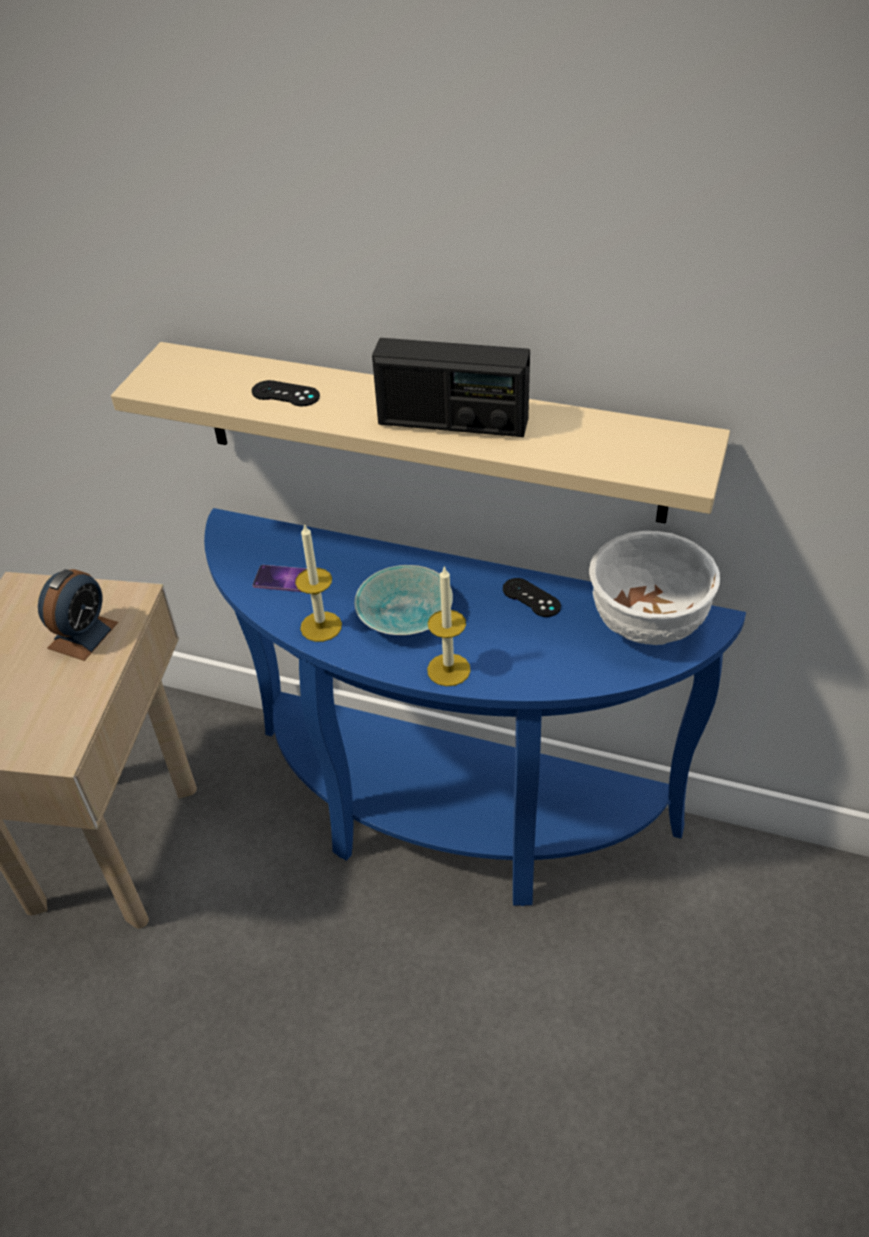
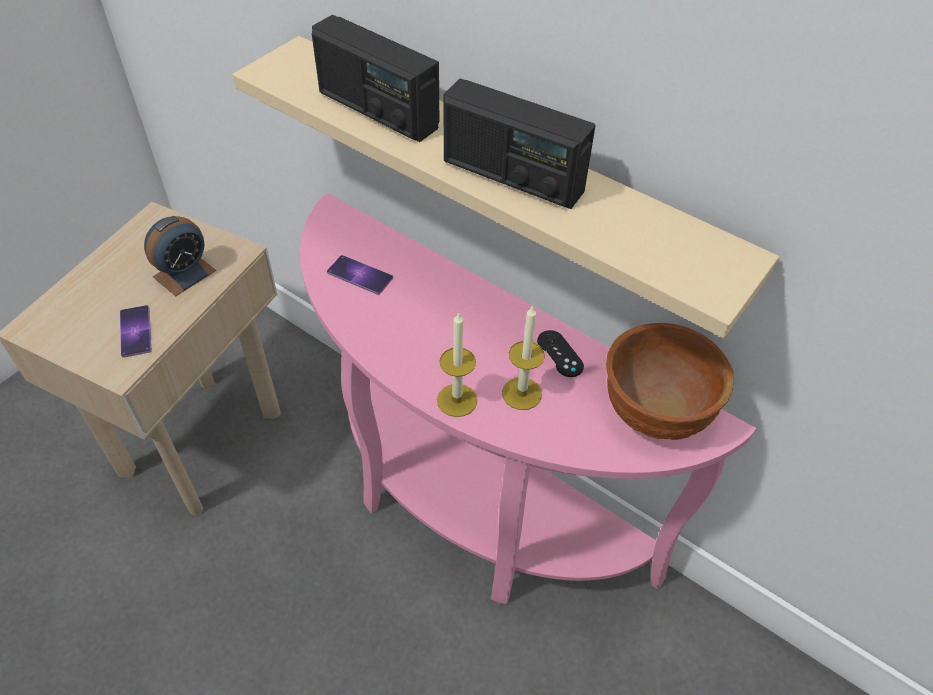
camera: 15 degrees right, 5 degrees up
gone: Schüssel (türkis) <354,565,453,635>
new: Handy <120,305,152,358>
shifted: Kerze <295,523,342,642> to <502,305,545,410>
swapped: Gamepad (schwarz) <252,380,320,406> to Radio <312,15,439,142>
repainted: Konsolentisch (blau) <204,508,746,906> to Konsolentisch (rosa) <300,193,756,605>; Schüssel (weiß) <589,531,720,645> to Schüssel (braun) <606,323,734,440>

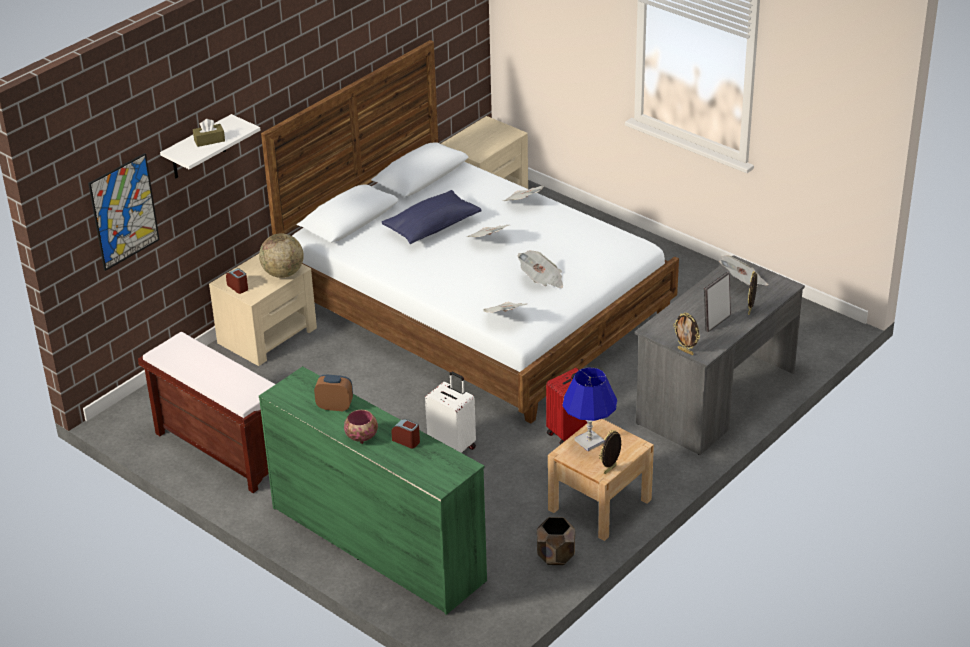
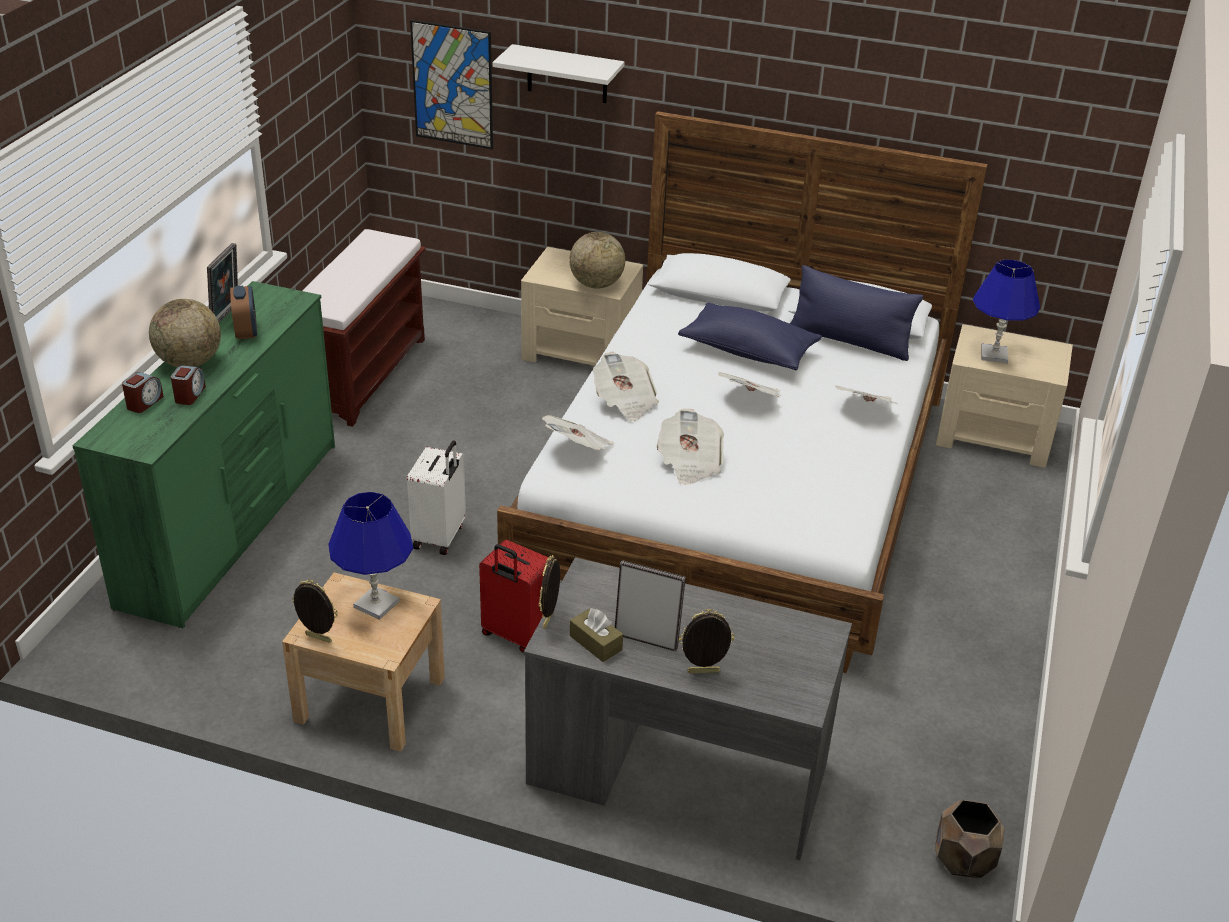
camera: 65 degrees right, 0 degrees up
new: Bilderrahmen <207,243,238,323>; Kissen (blau) <790,265,924,361>; Tischlampe (blau) <973,260,1040,363>
shifted: Wecker <226,268,248,294> to <122,372,164,413>; Taschentuchbox (braun) <193,119,225,147> to <570,608,623,662>; Zeitung <719,256,768,287> to <593,352,659,421>; Pflanzkübel (braun) <537,517,575,565> to <935,799,1005,879>
swapped: Schüssel <344,410,378,444> to Globus <149,299,221,367>

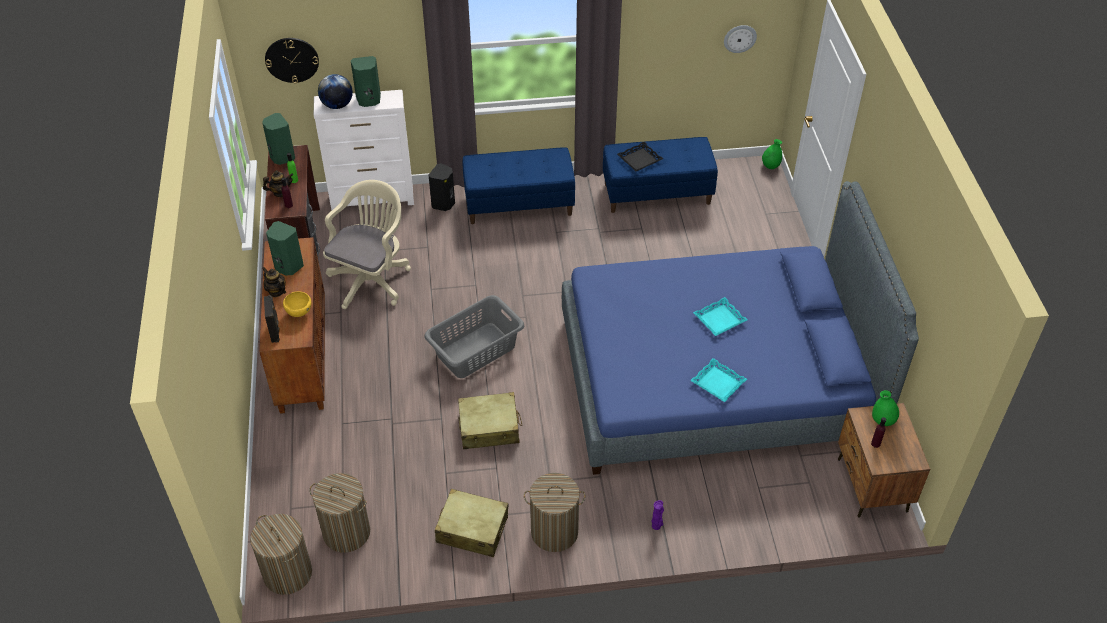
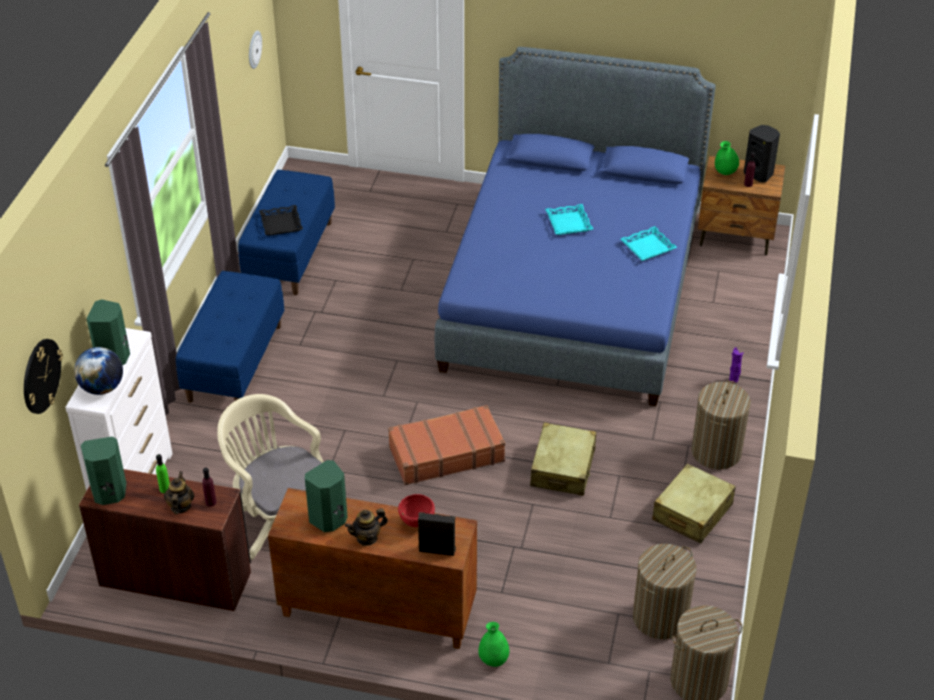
camera: 70 degrees left, 5 degrees down
shifted: Vase (grün) <762,139,782,169> to <478,622,509,667>; Lautsprecher (schwarz) <429,163,455,211> to <744,125,780,183>
swapped: Wäschekorb (grau) <425,295,524,378> to Koffer (braun) <388,405,505,485>
repainted: Schüssel (gelb) <283,291,311,317> to Schüssel (rot) <398,494,435,527>

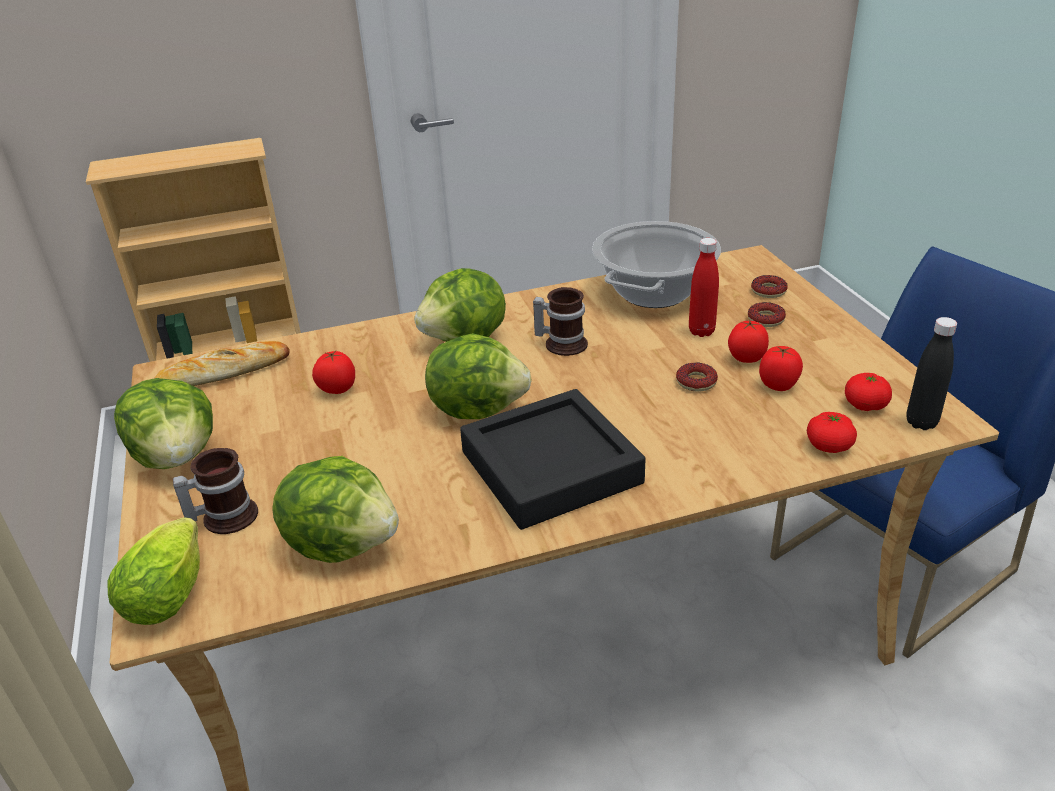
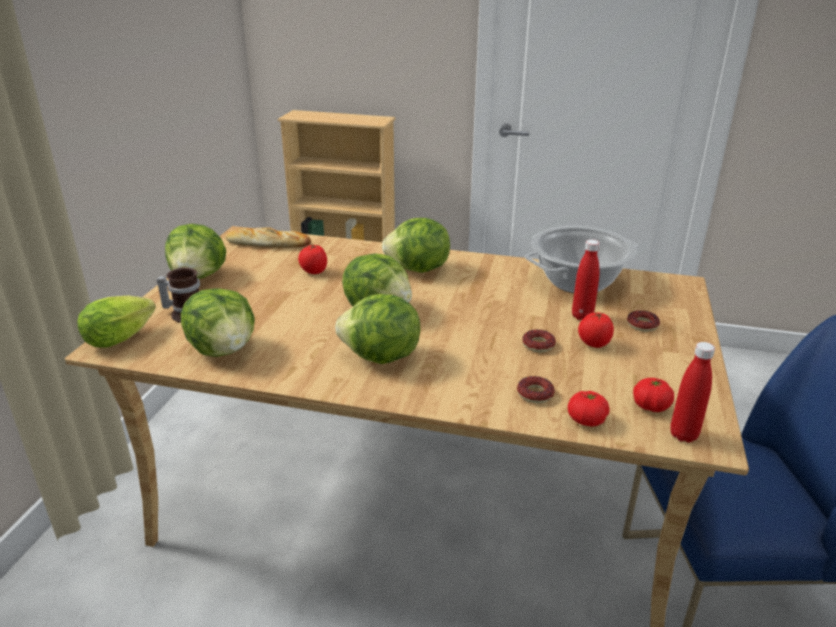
camera: 30 degrees right, 5 degrees down
gone: Henkelbecher <533,287,588,356>; Tomate <759,346,803,391>
shifted: Donut <751,275,788,298> to <517,376,555,403>
swapped: Tablett (schwarz) <460,389,646,530> to Salatkopf <335,294,420,364>
repainted: Flasche (schwarz) <906,317,957,430> to Flasche (rot) <670,342,715,443>

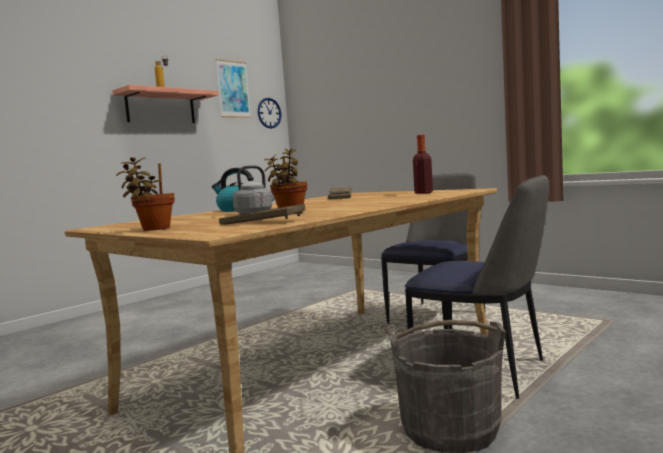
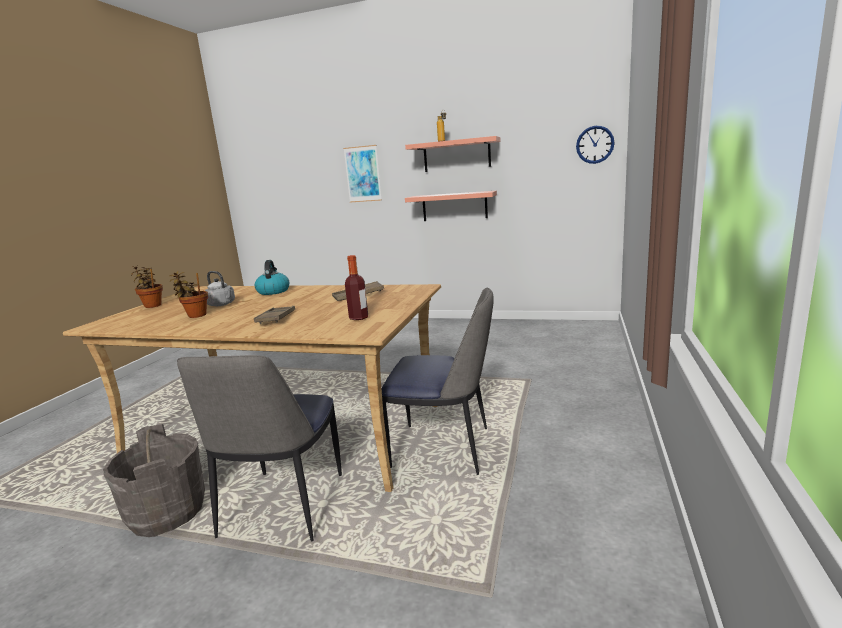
camera: 65 degrees right, 10 degrees up
new: Wandregal <405,191,497,221>
shifted: Tablett (braun) <219,204,306,225> to <254,306,295,324>; Bild <216,59,251,118> to <343,145,382,202>

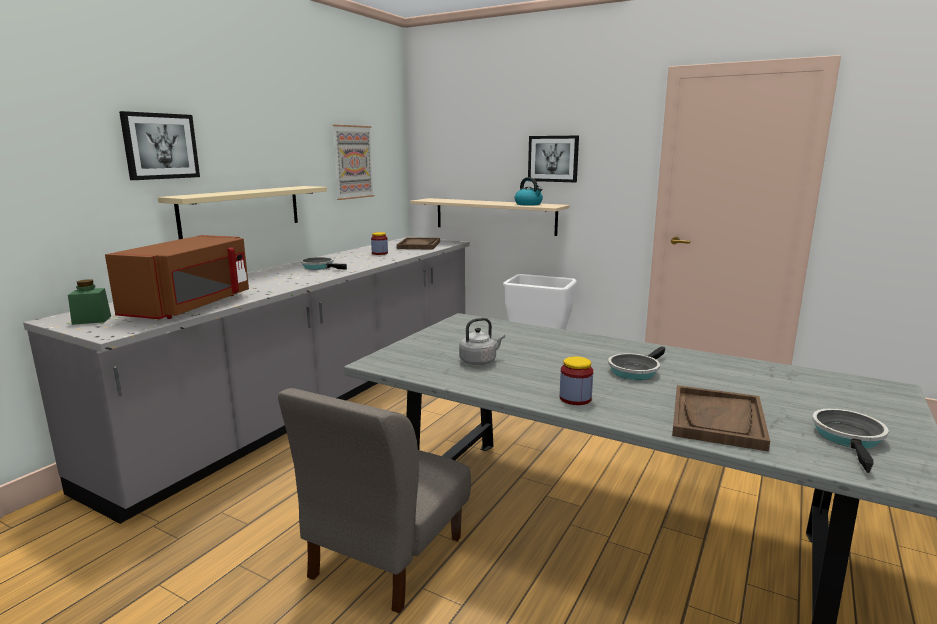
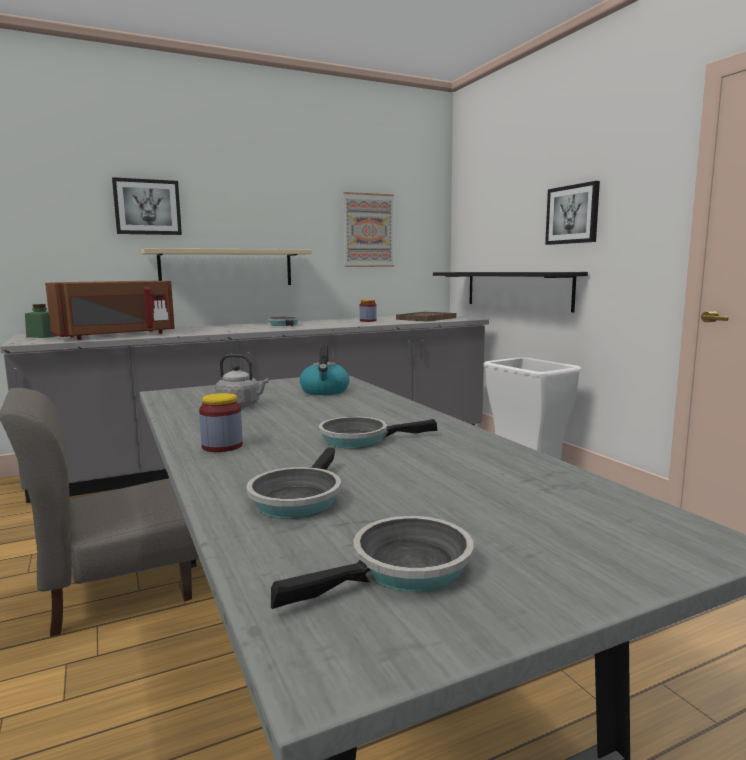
camera: 35 degrees right, 5 degrees down
shifted: Wasserkessel <515,177,543,206> to <300,344,350,395>
swapped: Tablett (braun) <672,385,770,452> to Pfanne <246,447,341,519>
repainted: Wandregal (beige) <410,198,570,236> to Wandregal (schwarz) <433,272,588,313>

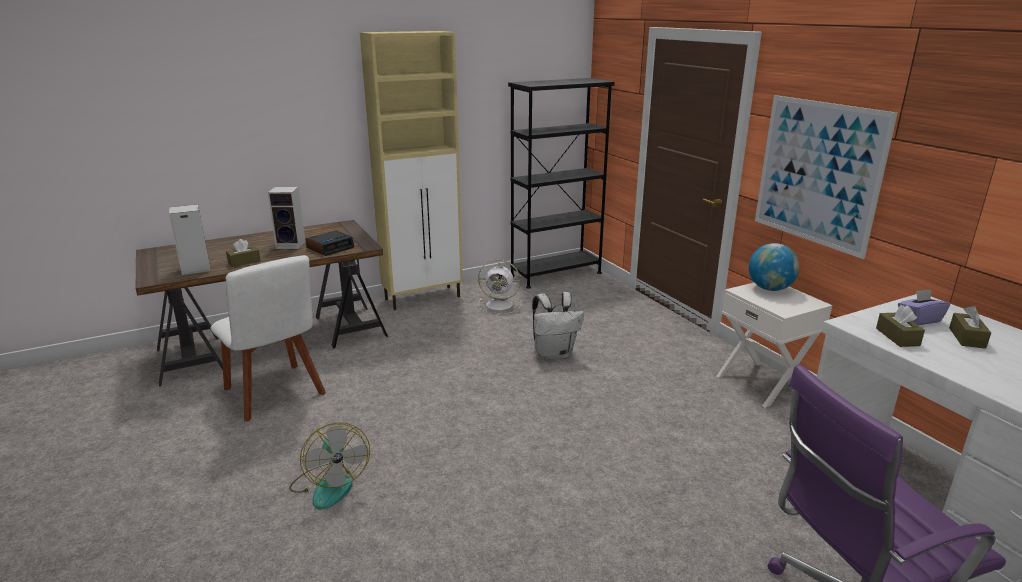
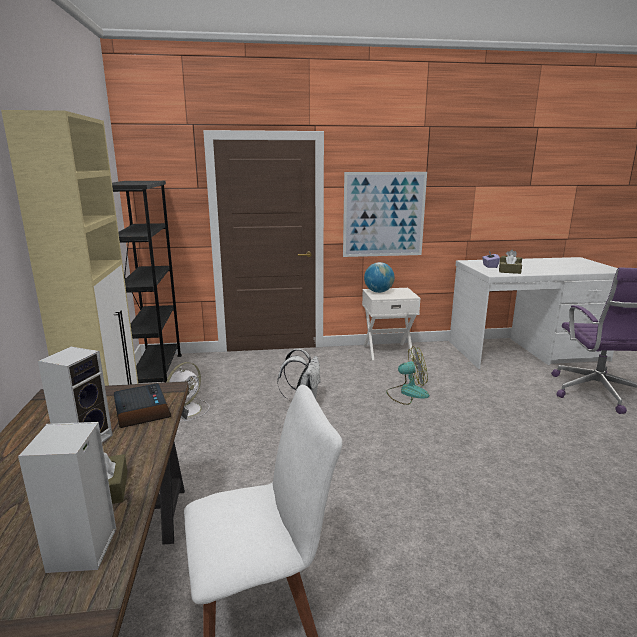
camera: 70 degrees left, 5 degrees down
shifted: Ventilator <289,422,370,509> to <386,346,429,405>

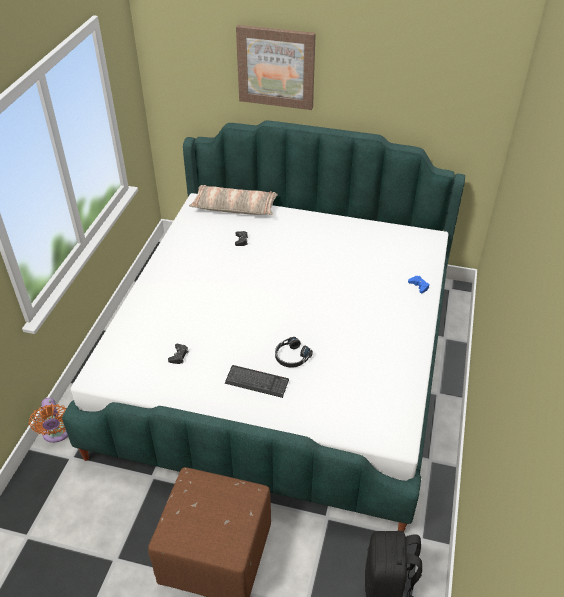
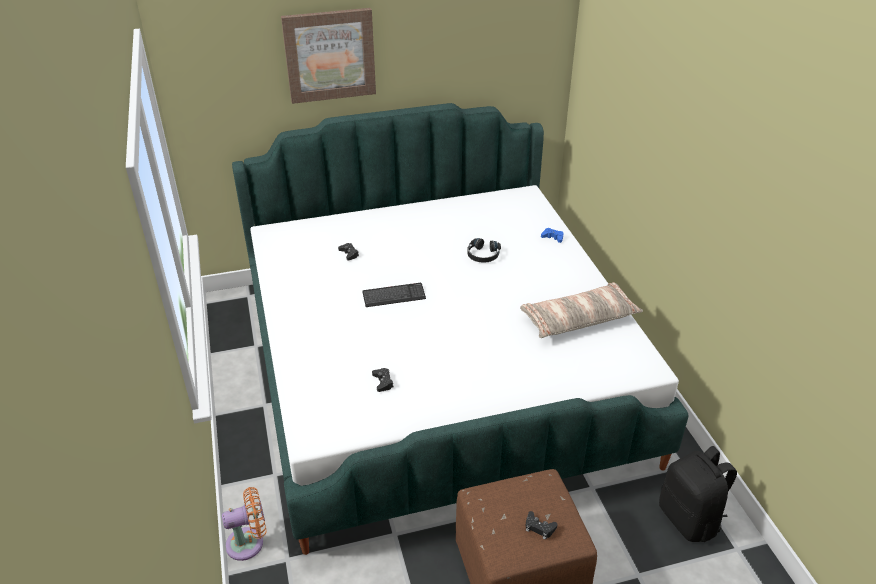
camera: 30 degrees left, 5 degrees down
new: Gamepad (schwarz) <526,511,558,540>
shifted: Tastatur <225,365,289,398> to <362,283,426,307>; Kopfhörer (schwarz) <275,337,313,367> to <467,238,501,263>; Kissen <189,185,278,215> to <520,282,643,338>
rotated: Ventilator (orange) <29,398,68,443> = <222,487,266,561> 60 degrees counterclockwise

